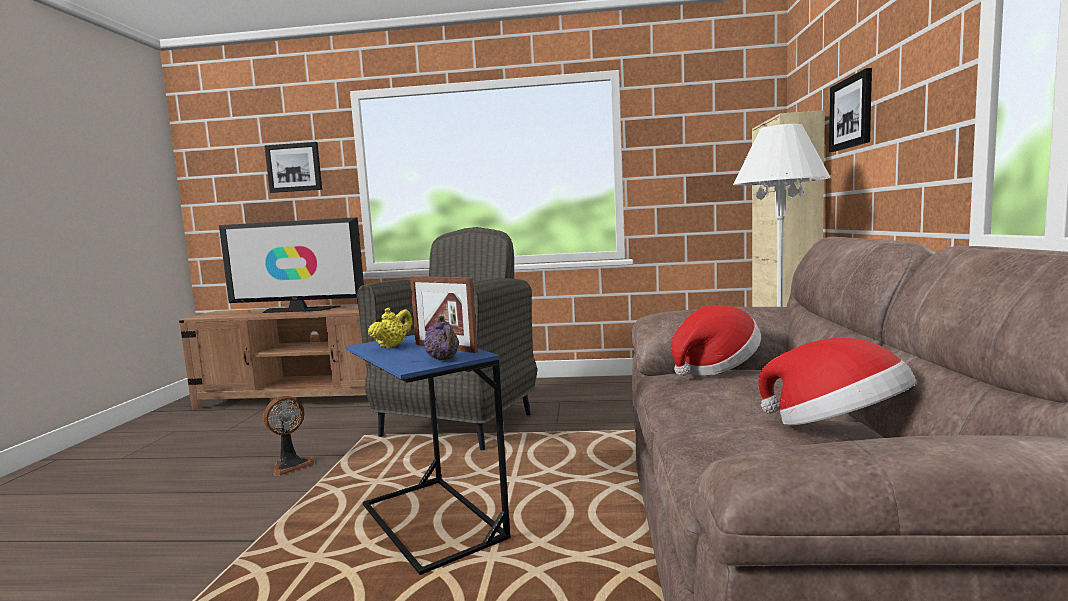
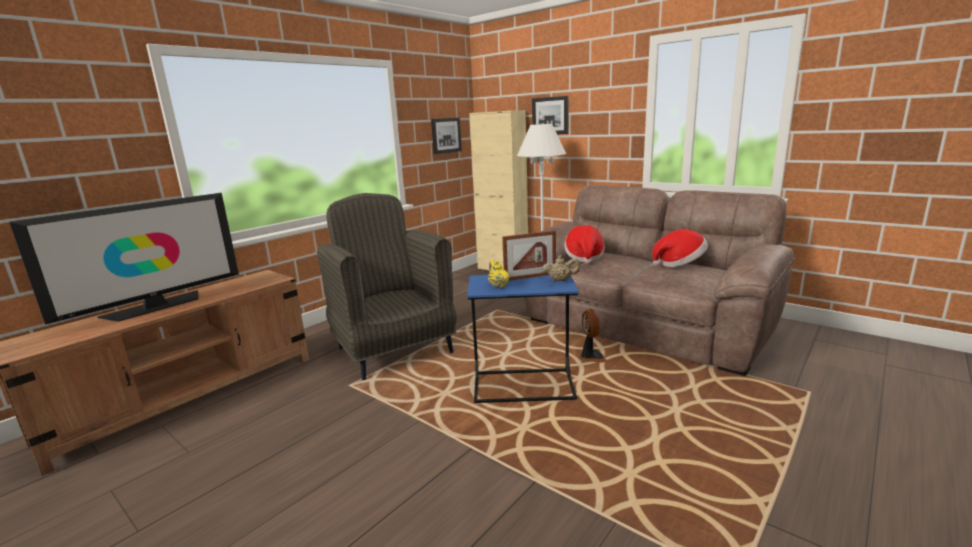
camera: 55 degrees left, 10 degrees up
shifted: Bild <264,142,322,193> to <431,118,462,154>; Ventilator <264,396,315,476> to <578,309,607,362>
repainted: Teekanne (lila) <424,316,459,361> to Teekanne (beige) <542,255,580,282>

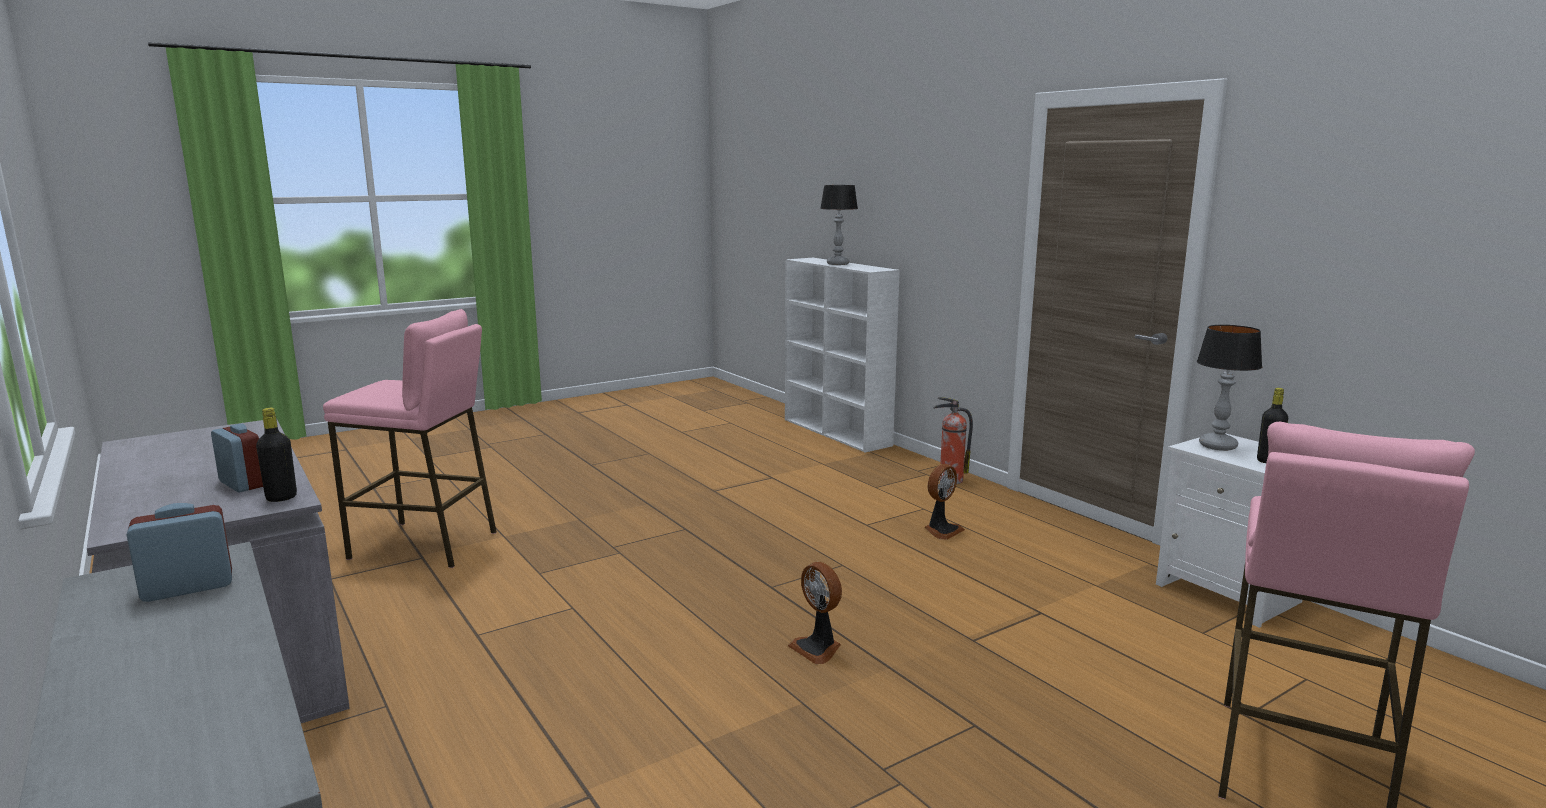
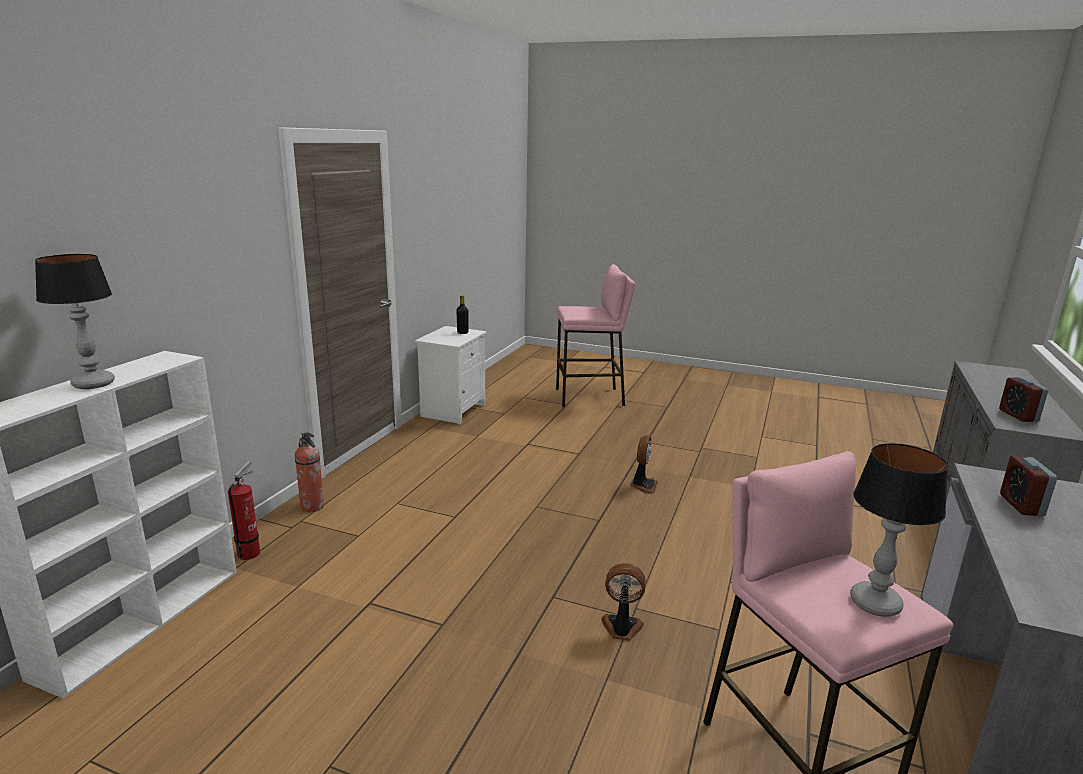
camera: 125 degrees left, 5 degrees up
gone: Flasche (schwarz) <256,408,297,502>
new: Feuerlöscher <228,461,260,560>
shifted: Ventilator <924,464,965,540> to <601,563,646,641>; Tischlampe <1197,325,1262,451> to <850,443,948,617>
rotated: Wecker <126,503,232,602> = <999,377,1048,422> 60 degrees clockwise

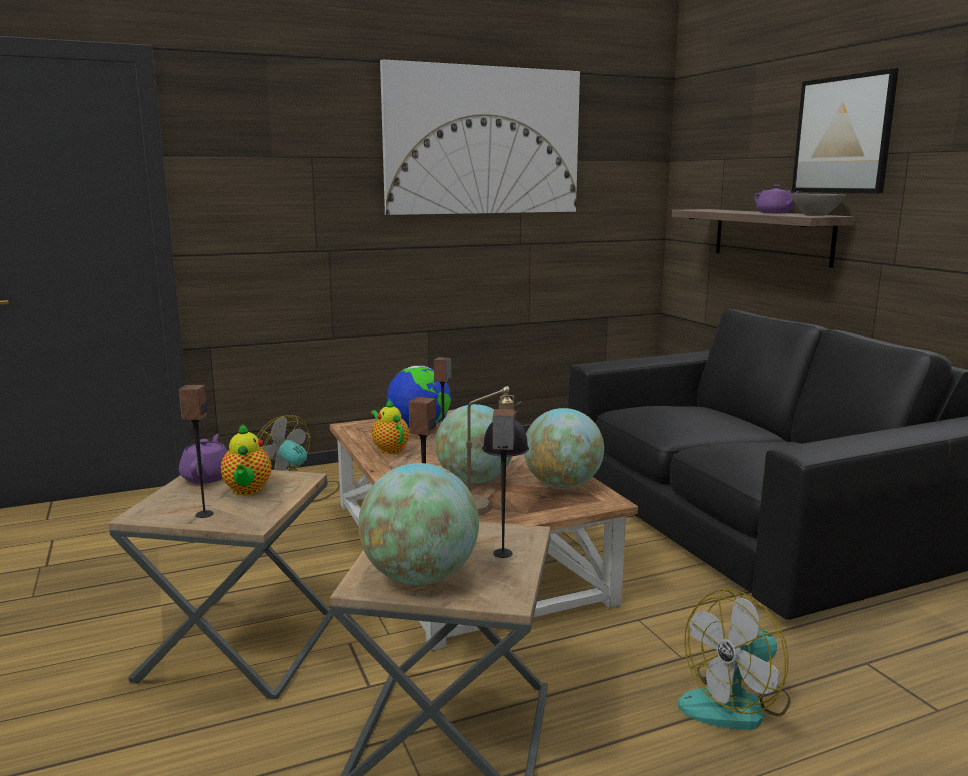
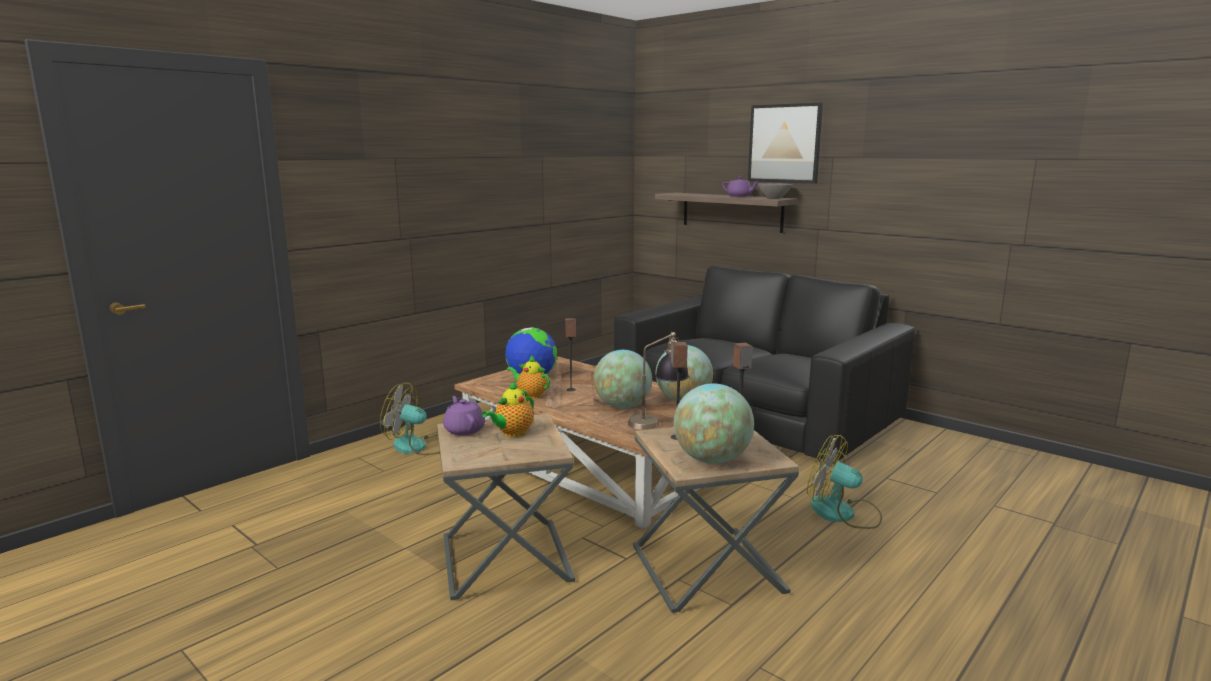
camera: 25 degrees left, 0 degrees up
gone: Lautsprecher <179,385,214,518>; Bild <380,59,580,215>
rotated: Teekanne <221,424,272,495> = <482,381,534,437> 75 degrees clockwise; Ventilator <678,589,791,730> = <807,435,882,529> 90 degrees clockwise

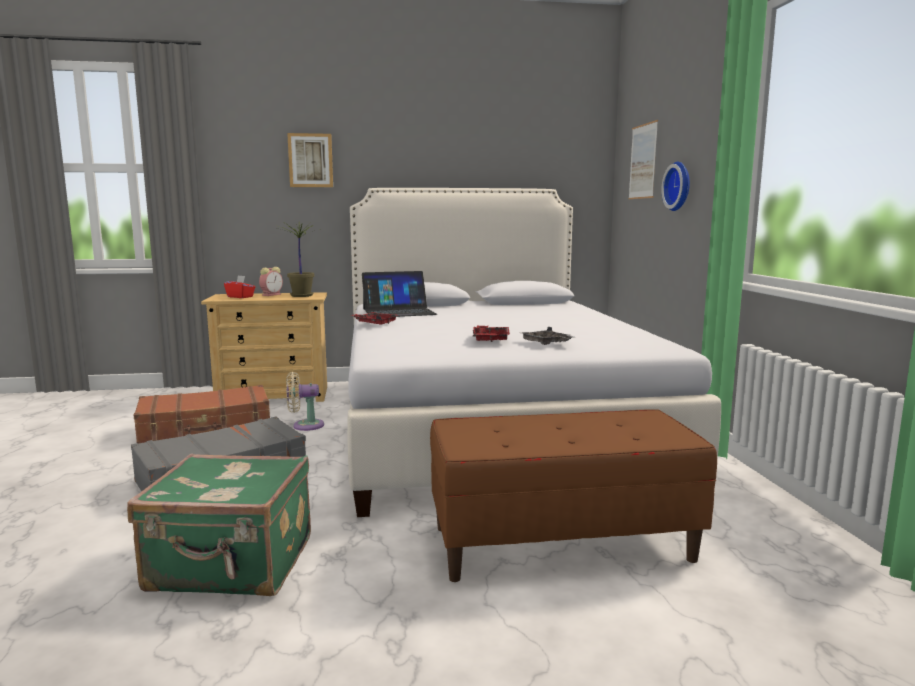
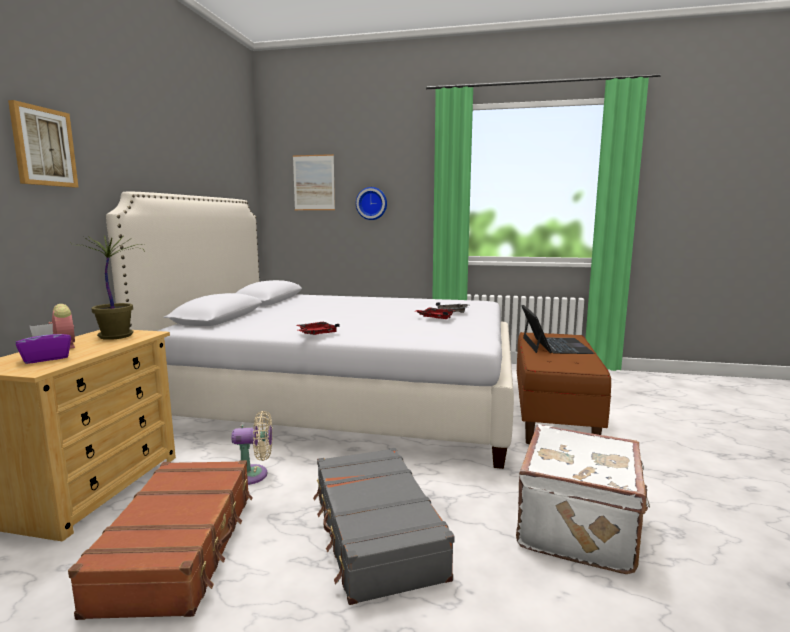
camera: 70 degrees left, 0 degrees up
shifted: Laptop <362,271,437,317> to <521,305,594,354>
repainted: Taschentuchbox (rot) <224,276,255,298> to Taschentuchbox (lila) <16,323,71,364>; Koffer (grün) <127,453,311,596> to Koffer (weiß) <516,424,650,574>
rotated: Ventilator (beige) <286,372,324,431> = <231,411,273,485> 105 degrees counterclockwise

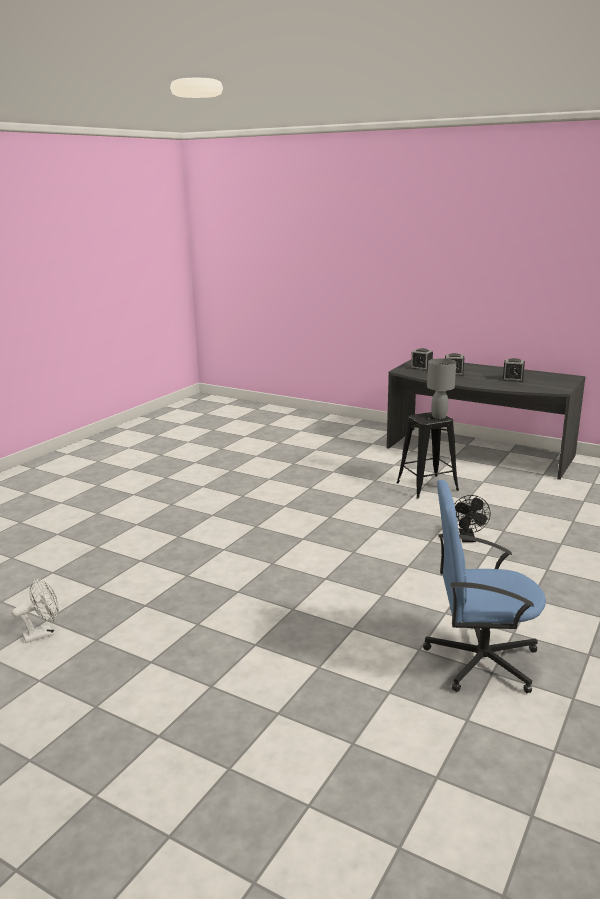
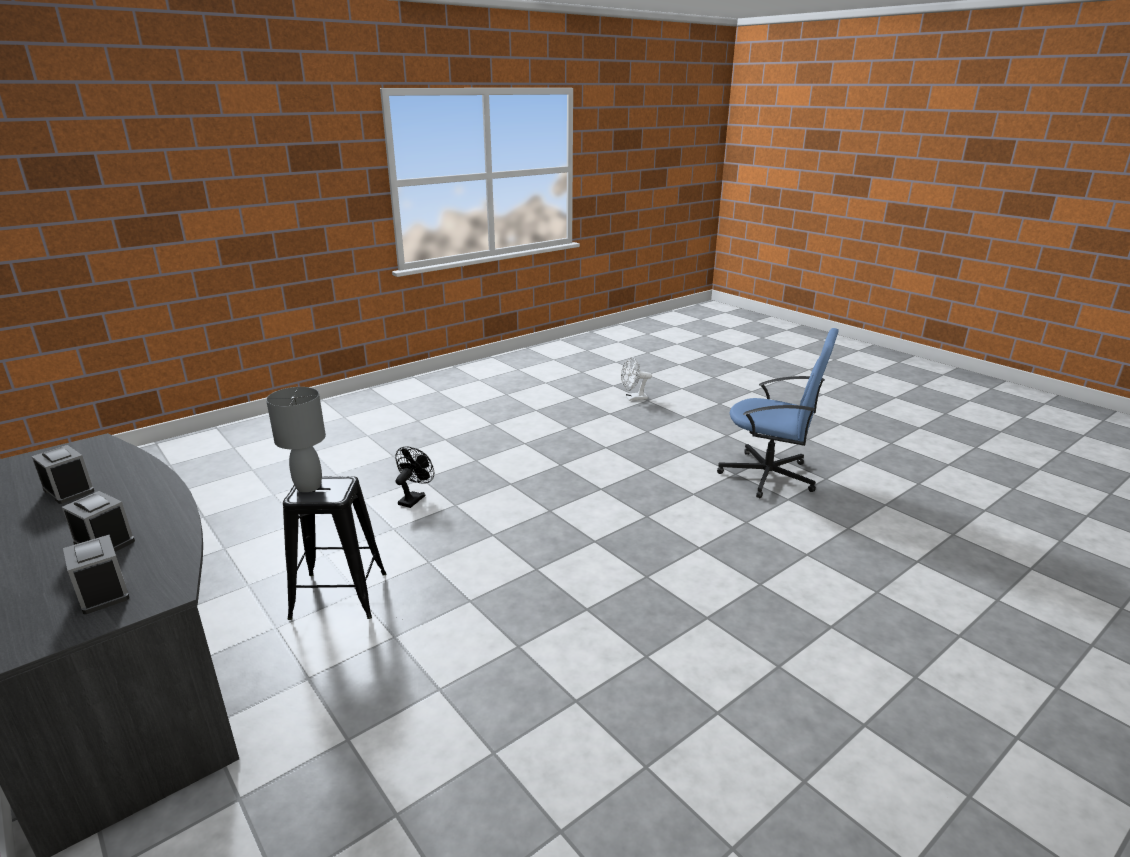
camera: 160 degrees left, 5 degrees up
shifted: Ventilator (weiß) <12,578,59,643> to <621,357,652,401>; Bürostuhl (blau) <423,480,546,693> to <717,328,839,498>

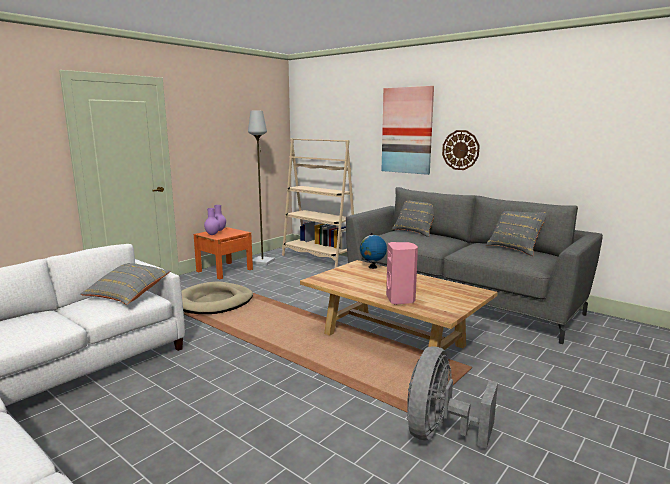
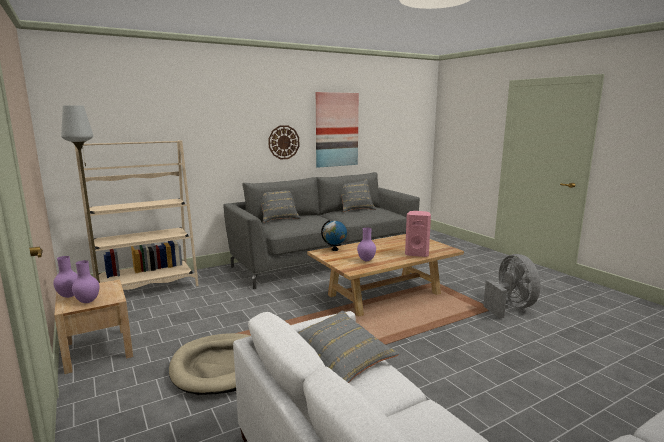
camera: 70 degrees left, 0 degrees up
new: Vase (lila) <357,228,376,261>
shifted: Bild <382,86,434,175> to <316,92,359,168>
repainted: Nachttisch (orange) <194,227,253,279> to Nachttisch (beige) <54,280,133,374>
rotated: Ventilator (grau) <407,347,498,449> = <483,254,540,318> 150 degrees counterclockwise

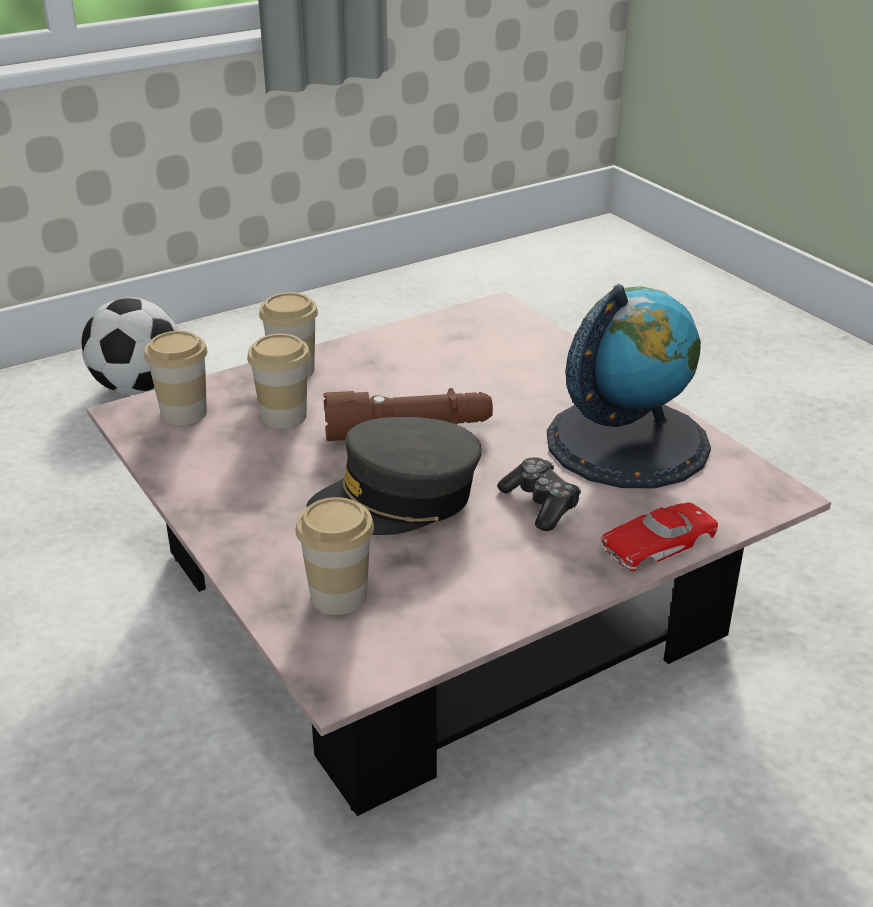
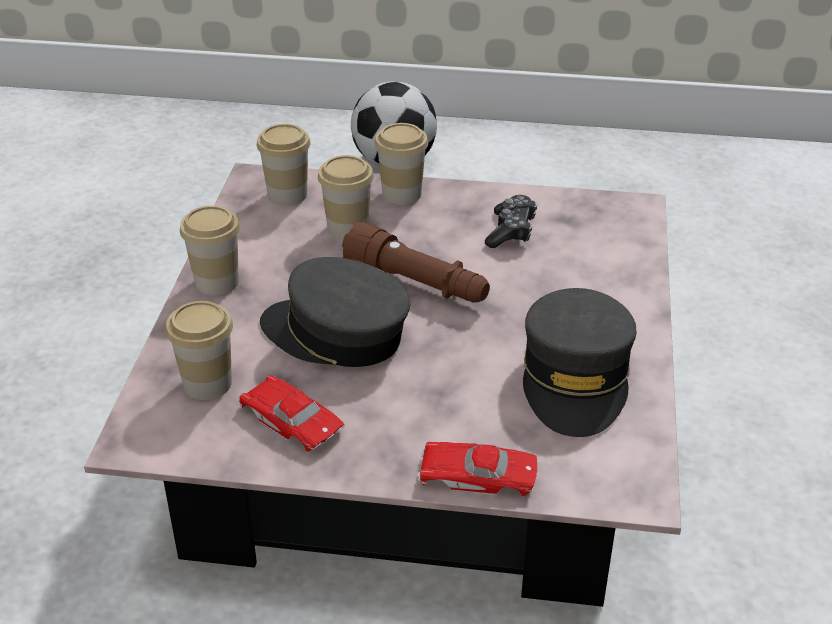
camera: 40 degrees right, 5 degrees up
new: Tasse <180,205,240,296>; Spielzeugauto (rot) <239,375,345,452>
shifted: Gamepad <497,457,581,531> to <485,195,537,248>
swapped: Globus <547,284,711,488> to Kappe (grau) <523,288,636,437>

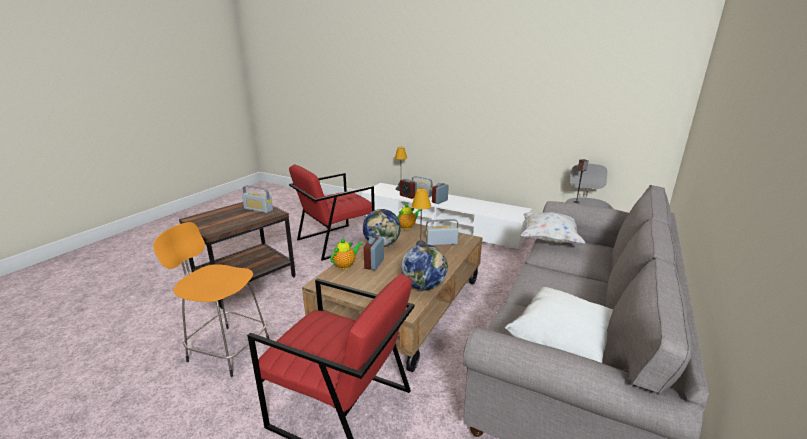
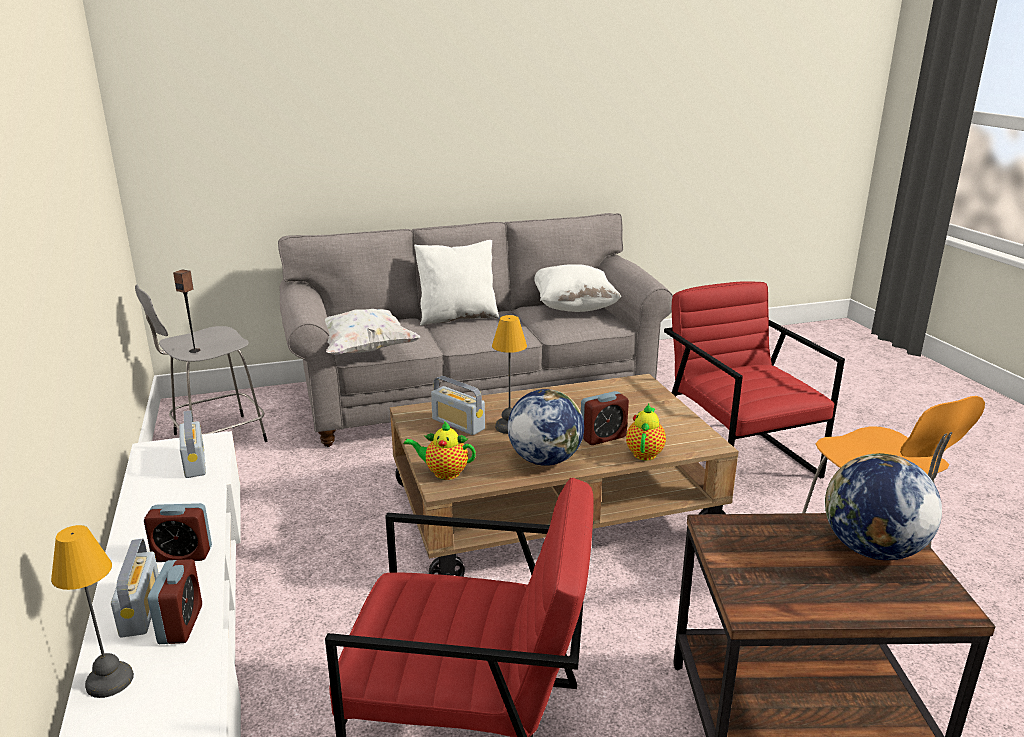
camera: 135 degrees left, 0 degrees up
new: Kissen (weiß) <414,240,500,326>
shifted: Radio <242,185,273,213> to <179,410,206,478>; Globus <401,244,448,290> to <825,453,942,560>
rotated: Teekanne <330,238,363,269> = <626,404,666,461> 105 degrees clockwise

